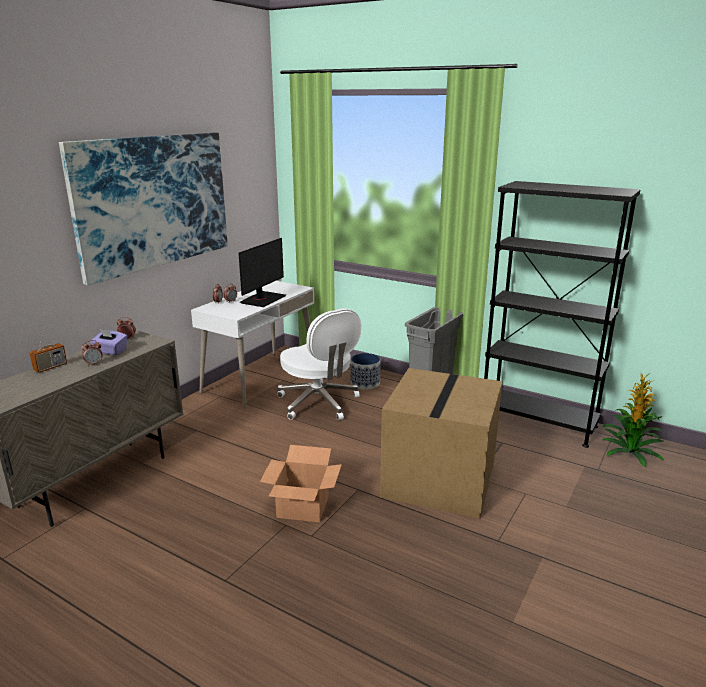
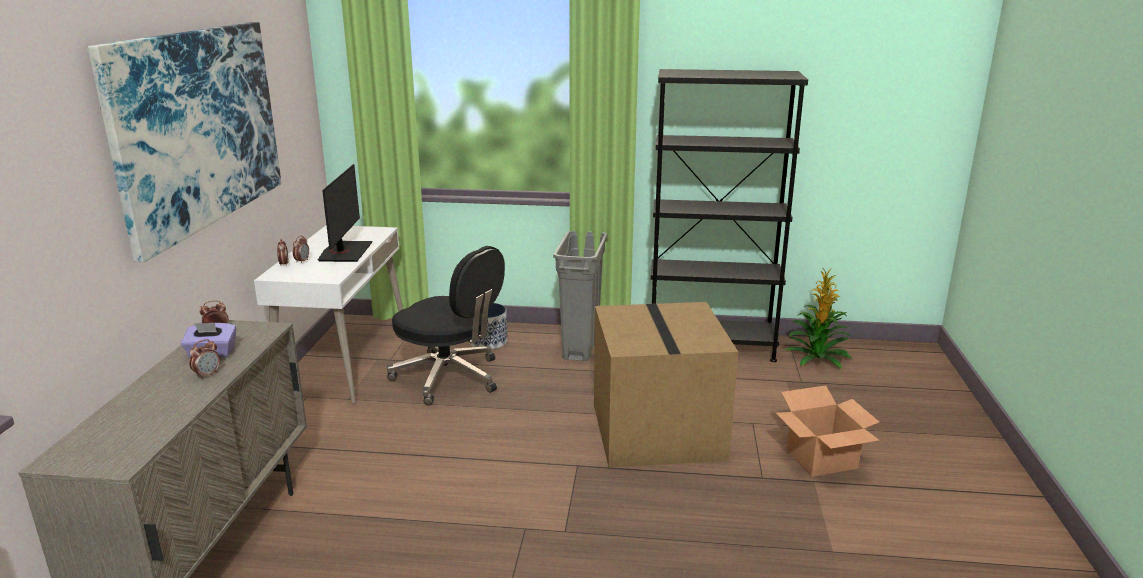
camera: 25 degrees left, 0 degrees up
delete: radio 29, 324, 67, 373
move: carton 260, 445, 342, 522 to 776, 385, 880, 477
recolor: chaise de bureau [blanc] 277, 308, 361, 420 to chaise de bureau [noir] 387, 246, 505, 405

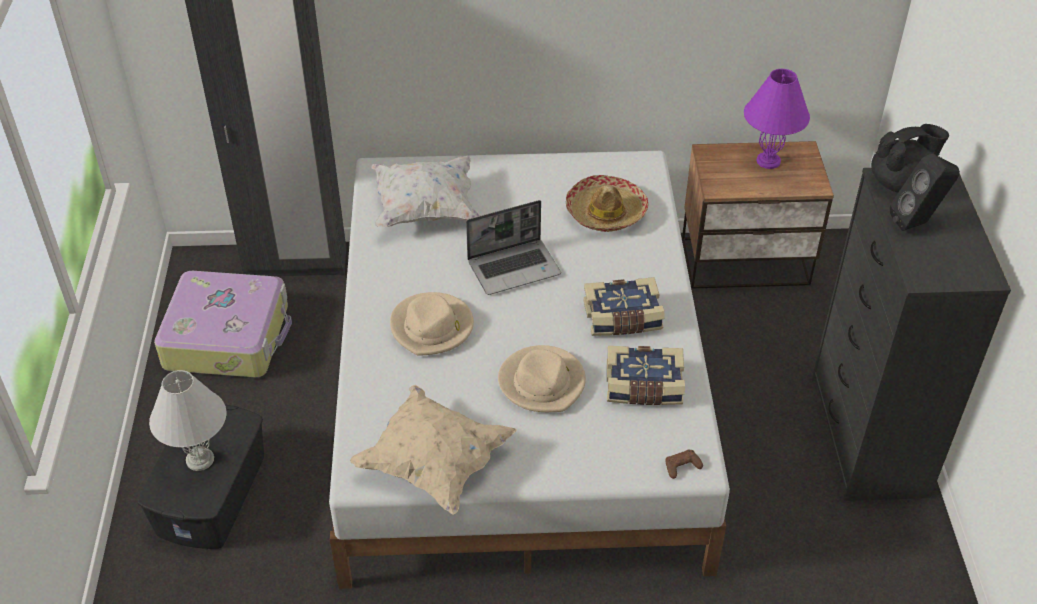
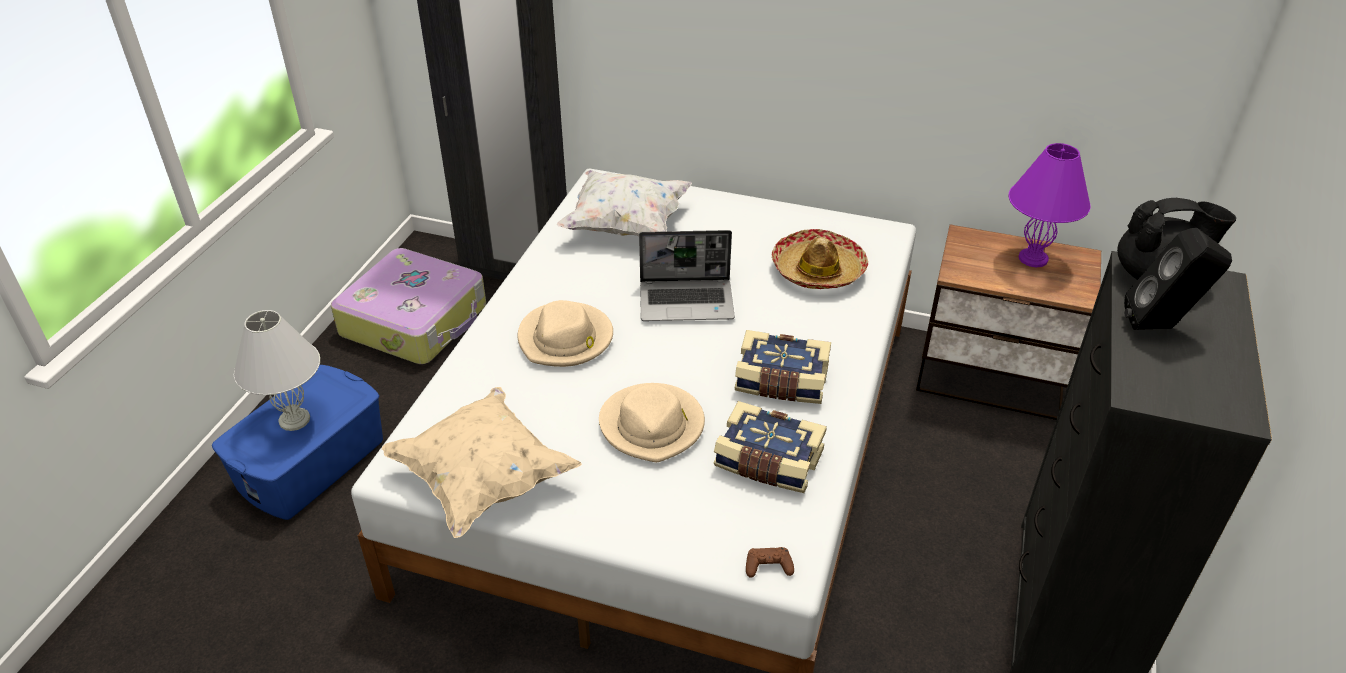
camera: 20 degrees right, 5 degrees down
recolor: boîte de rangement [noir] 137, 404, 264, 549 to boîte de rangement [bleu] 212, 365, 383, 520

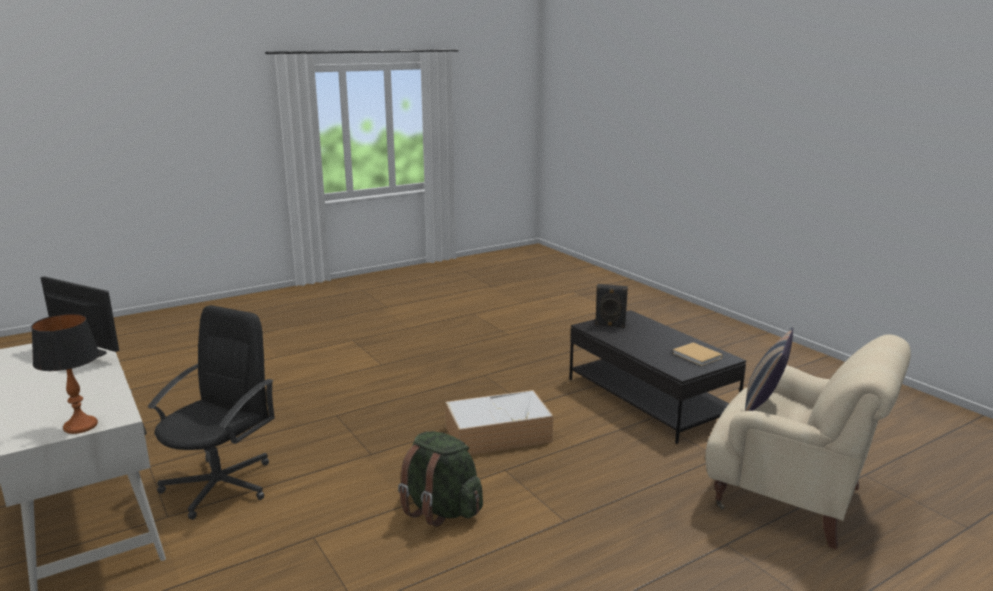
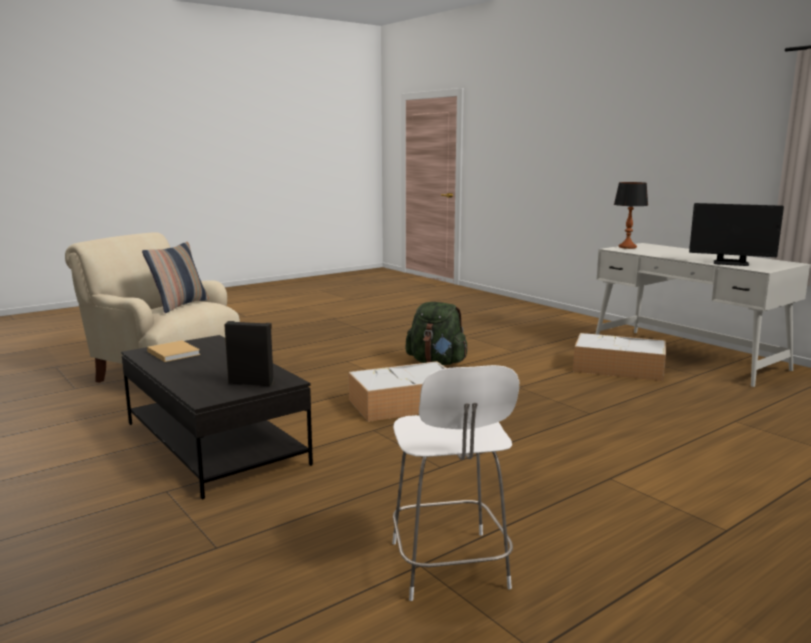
camera: 175 degrees right, 5 degrees down
insert: chaise [blanc] 392, 365, 519, 601
replace: chaise de bureau [noir] 148, 305, 275, 520 to boîte de rangement 573, 333, 666, 381

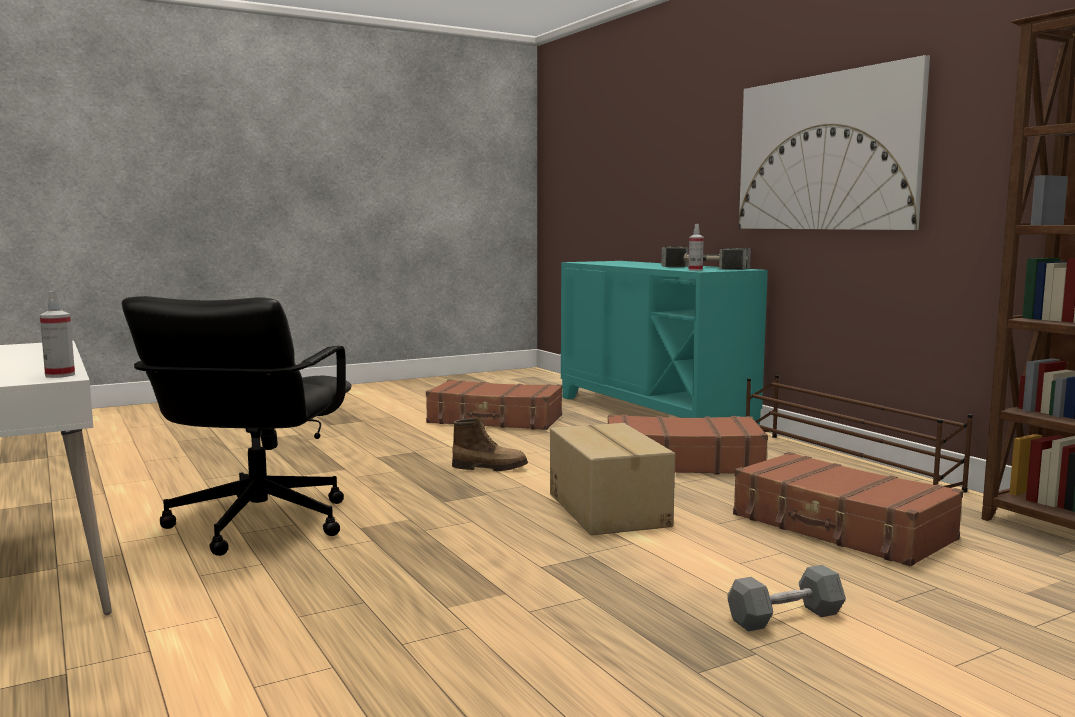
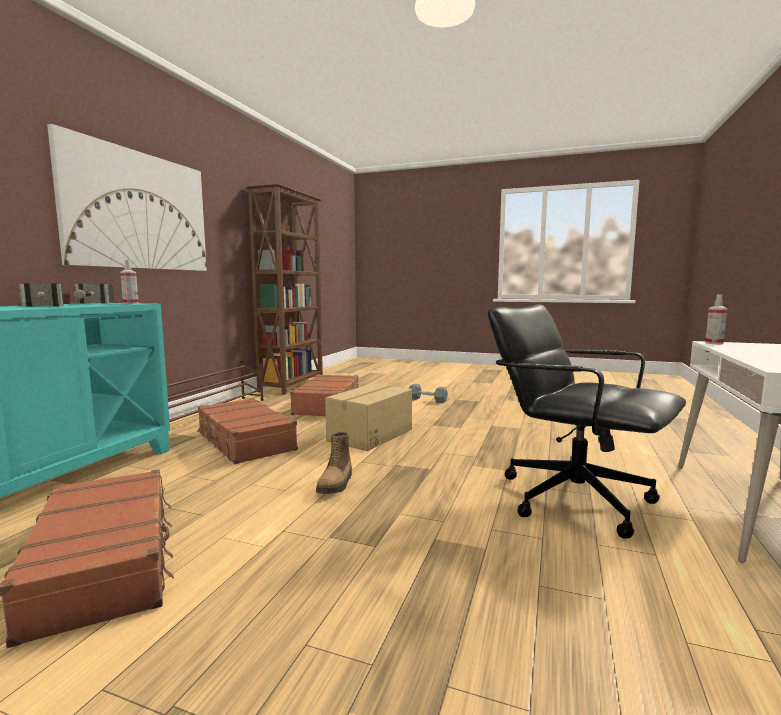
camera: 130 degrees left, 0 degrees up
rotate: chaise de bureau [noir] 122, 296, 352, 556 = 488, 304, 686, 539 105 degrees counterclockwise; botte 452, 417, 528, 471 = 316, 432, 352, 494 135 degrees counterclockwise

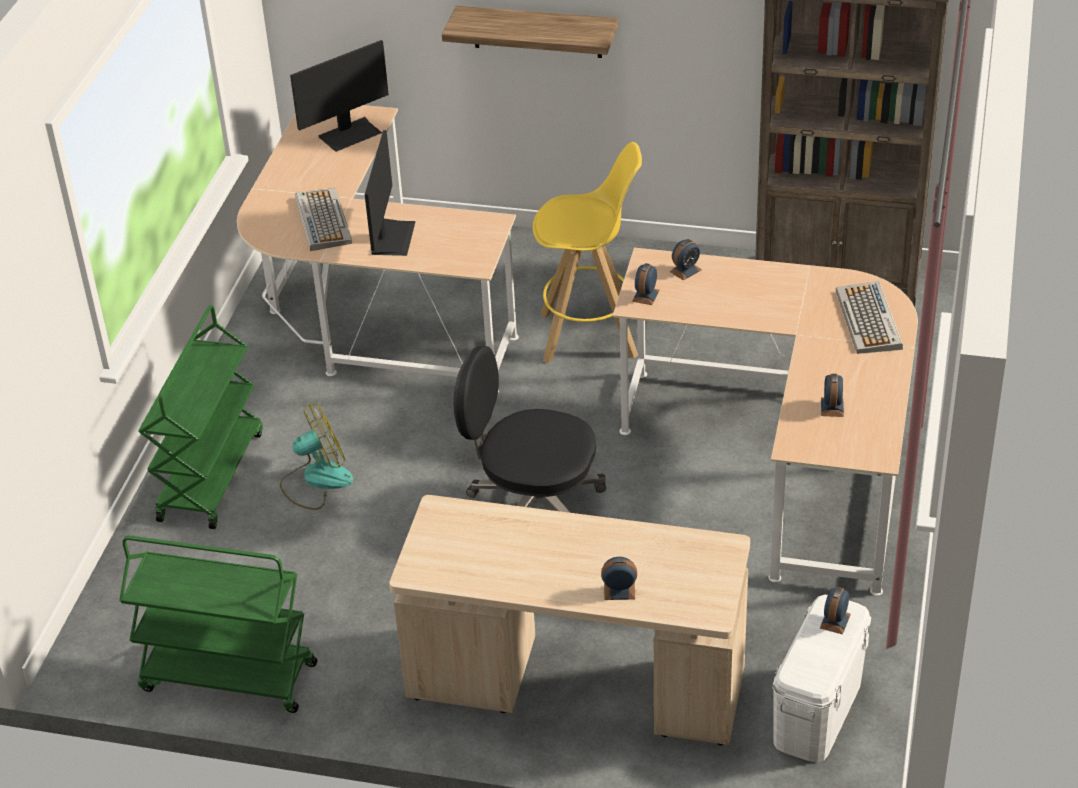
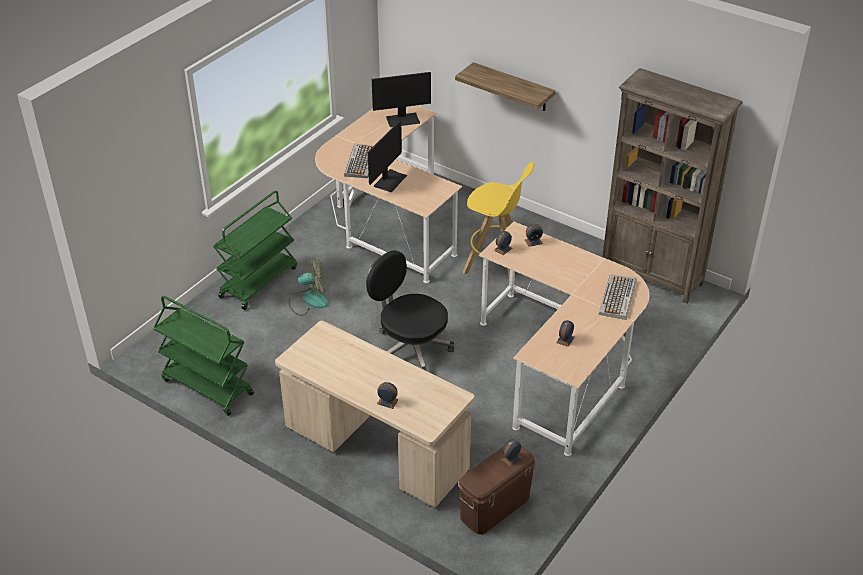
camera: 20 degrees right, 0 degrees up
recolor: boîte de rangement [blanc] 772, 594, 871, 763 to boîte de rangement [marron] 458, 446, 535, 534

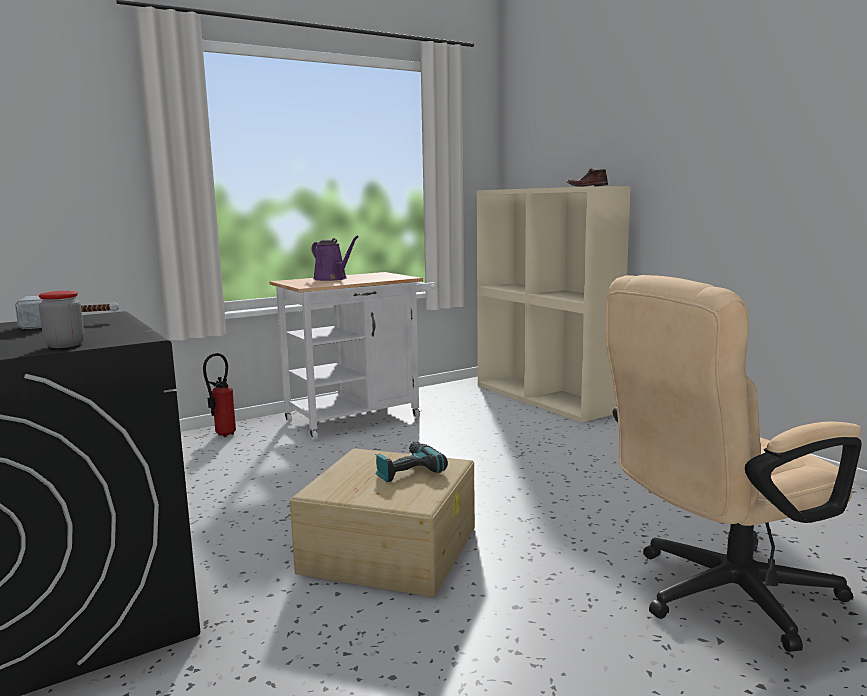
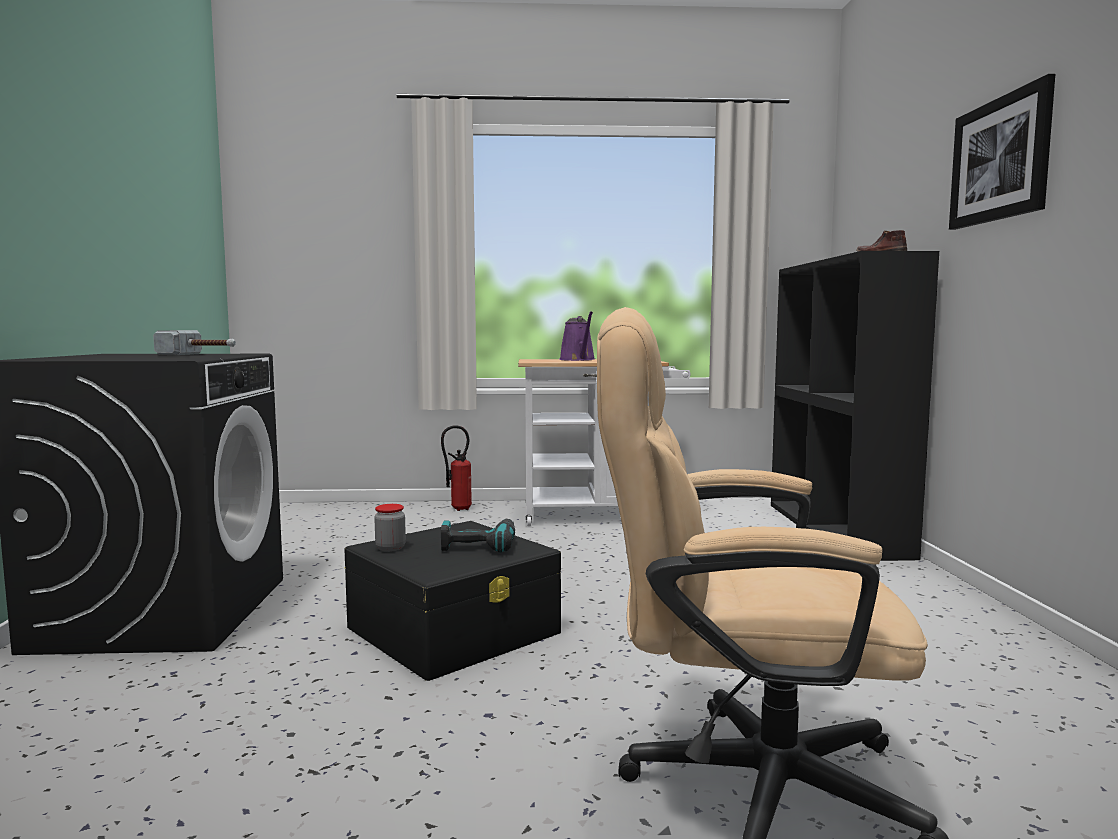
camera: 30 degrees right, 5 degrees down
insert: tableau 949, 74, 1055, 230
move: bocal 39, 291, 84, 348 to 374, 504, 406, 552
recolor: boîte de rangement [beige] 289, 448, 475, 597 to boîte de rangement [noir] 344, 521, 561, 681; bibliothèque [beige] 477, 186, 630, 422 to bibliothèque [noir] 771, 251, 939, 561

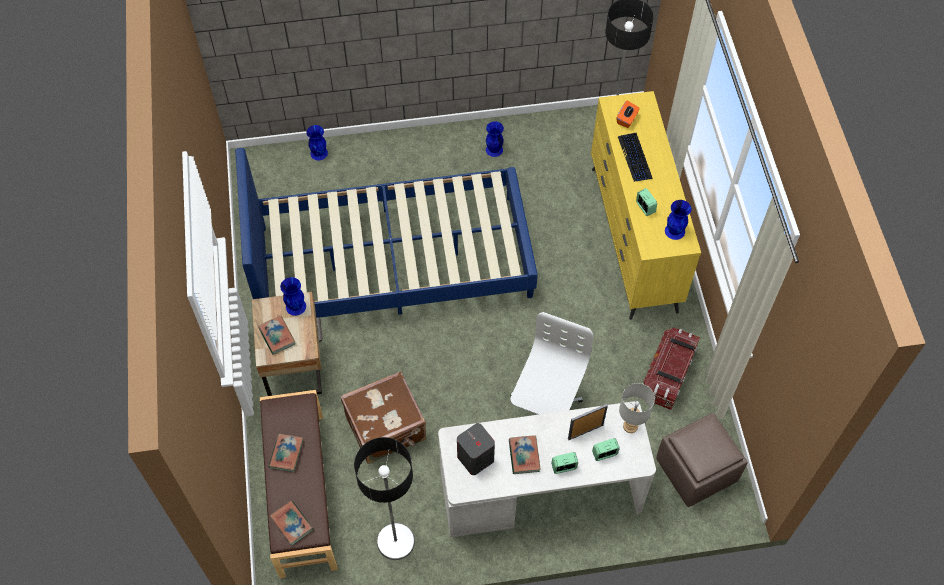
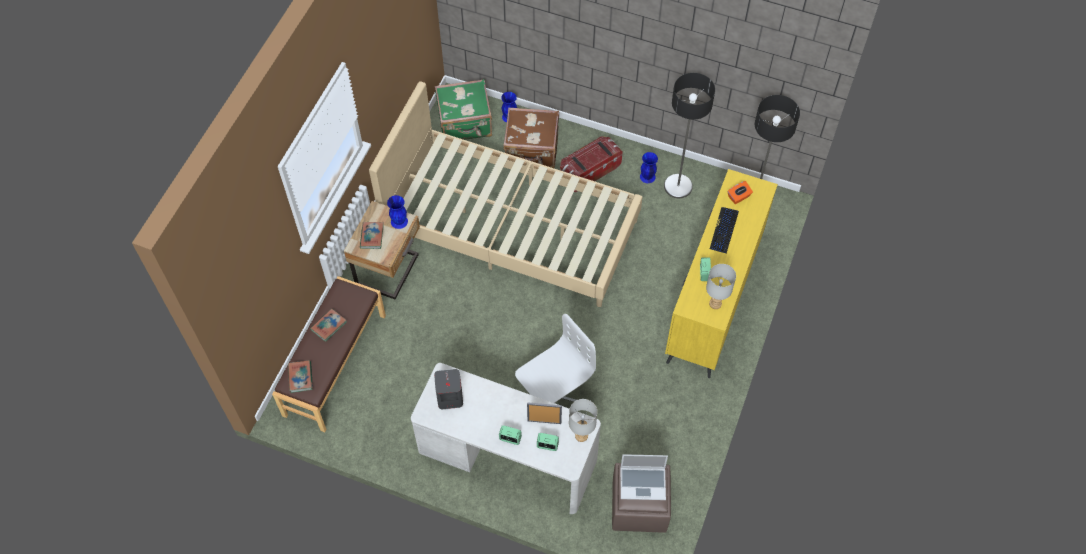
camera: 30 degrees right, 0 degrees up
delete: livre 509, 435, 541, 474
insert: valise [vert] 435, 79, 492, 140; ordinateur portable 620, 454, 668, 500
move: valise [marron] 340, 371, 426, 464 to 503, 108, 559, 169; lampadaire 354, 437, 415, 560 to 664, 73, 715, 198; boîte de rangement 644, 328, 700, 410 to 560, 136, 623, 192
replace: vase [bleu] 665, 200, 691, 240 to lampe de table [gris] 706, 264, 736, 309
recolor: lit [bleu] 235, 148, 538, 318 to lit [beige] 369, 81, 643, 307

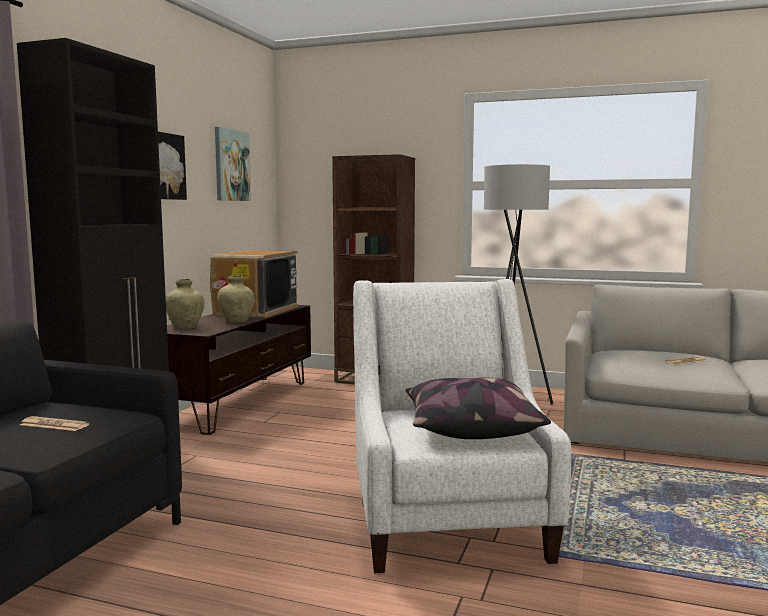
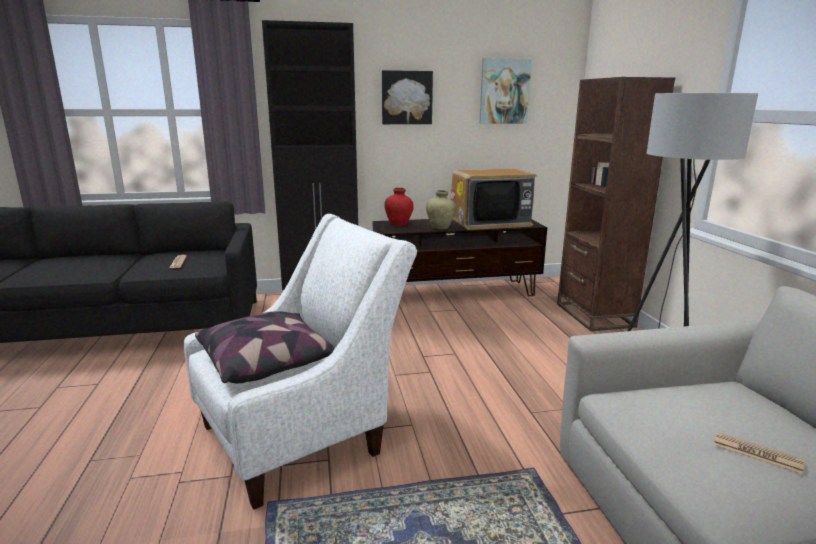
camera: 60 degrees right, 10 degrees up
recolor: vase [beige] 166, 279, 204, 329 to vase [rouge] 384, 188, 414, 226

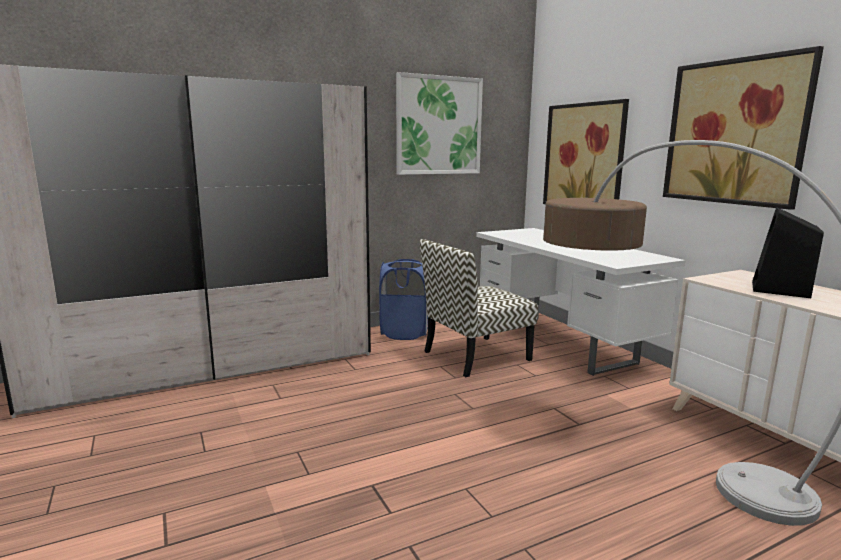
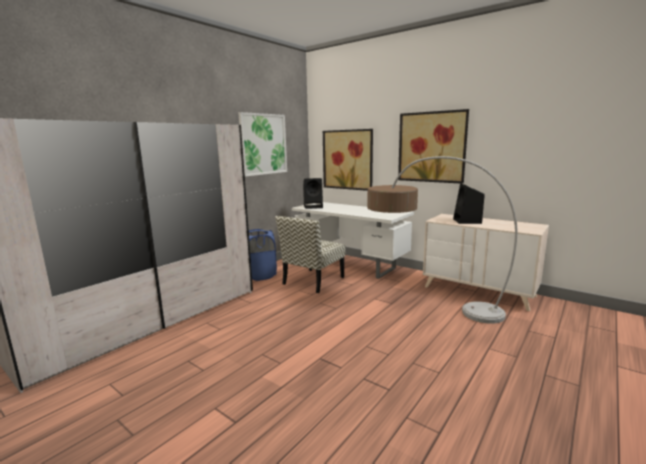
camera: 25 degrees left, 0 degrees up
insert: enceinte [noir] 303, 178, 323, 209

